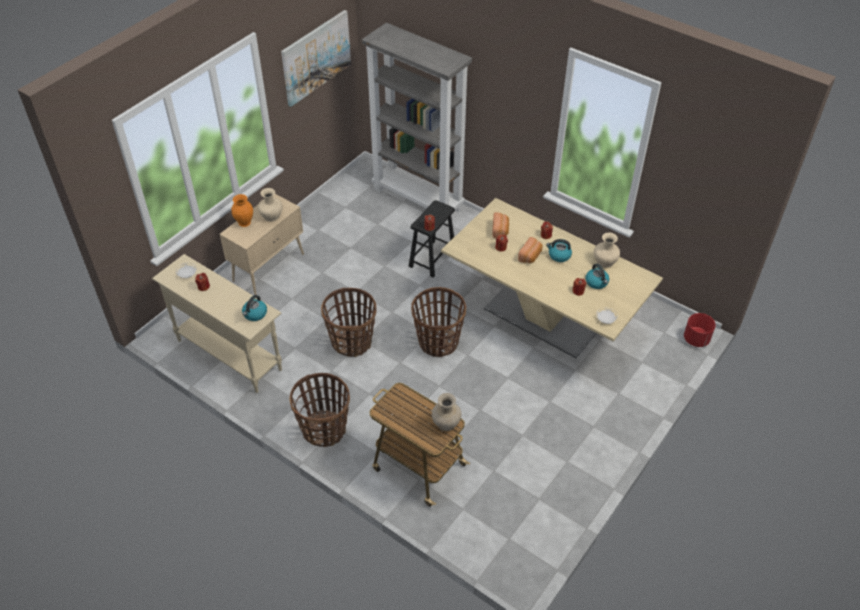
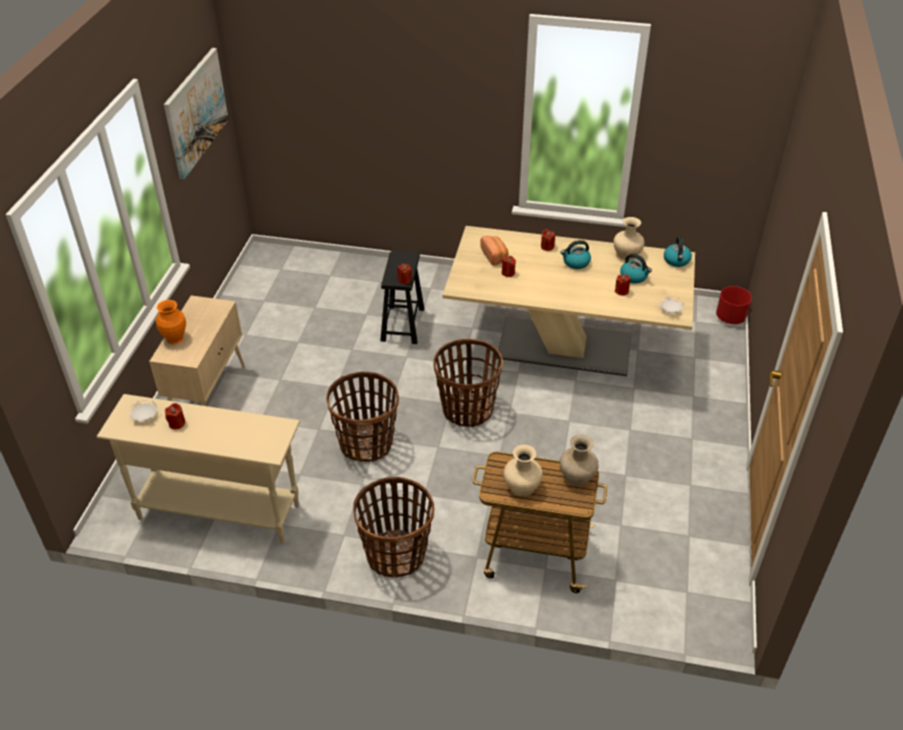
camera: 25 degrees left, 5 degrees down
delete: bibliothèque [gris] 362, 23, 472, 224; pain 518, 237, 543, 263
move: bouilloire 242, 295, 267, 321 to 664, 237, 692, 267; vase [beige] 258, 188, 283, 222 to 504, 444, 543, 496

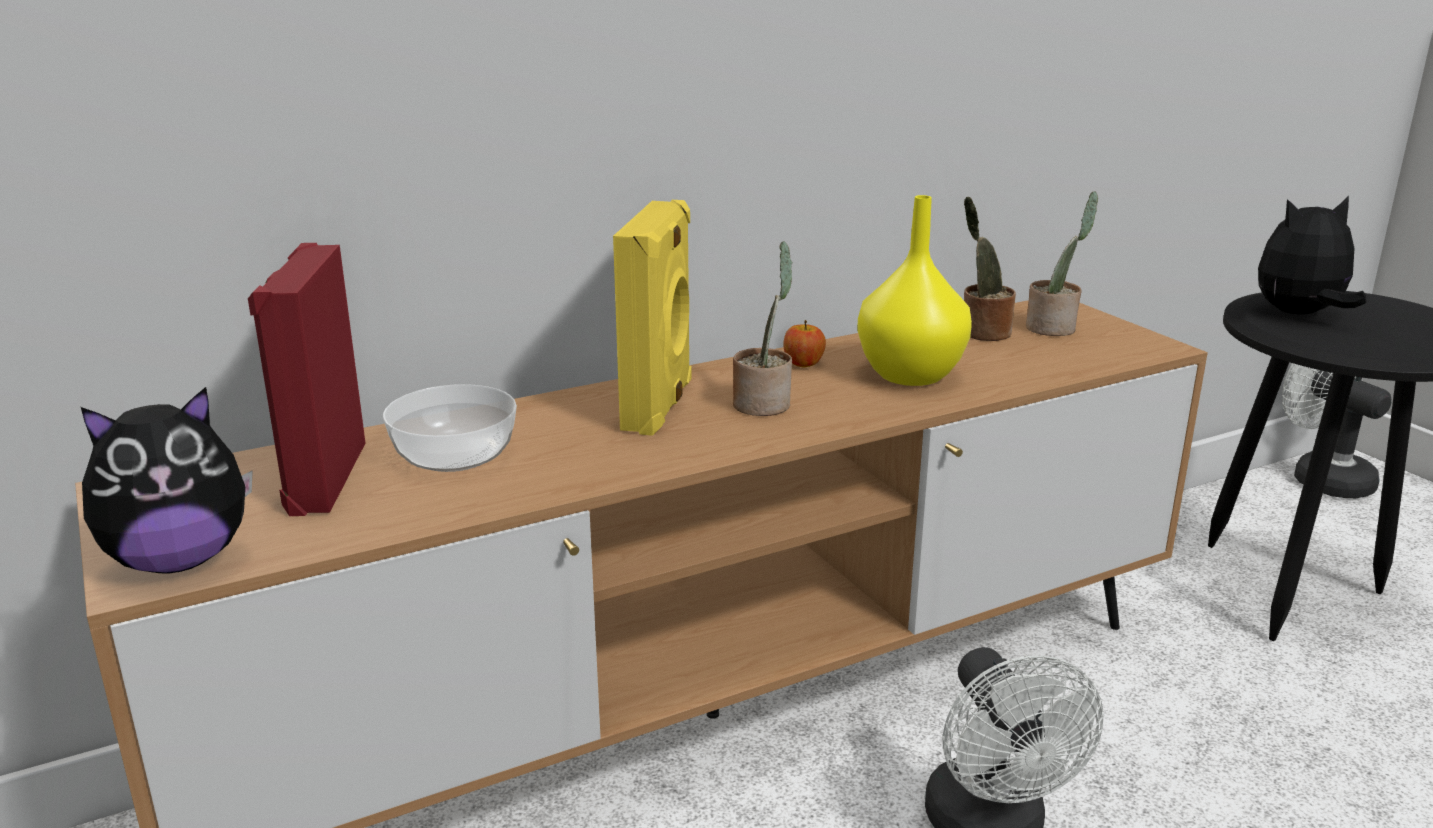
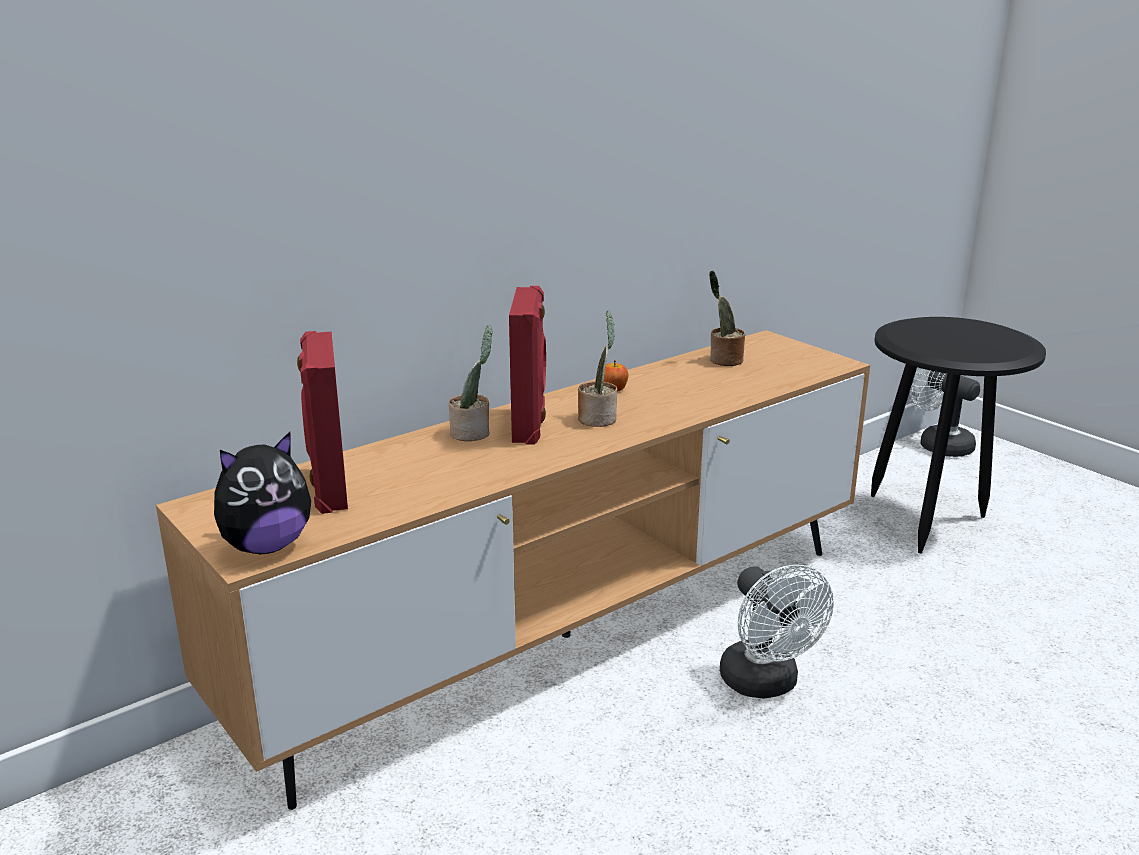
camera: 10 degrees left, 0 degrees up
delete: bol 383, 384, 517, 472; vase [jaune] 857, 195, 972, 386; peluche 1258, 196, 1367, 314
move: plante en pot 1026, 192, 1098, 336 to 449, 325, 492, 441
recolor: enceinte [jaune] 613, 200, 692, 436 to enceinte [rouge] 509, 286, 546, 445

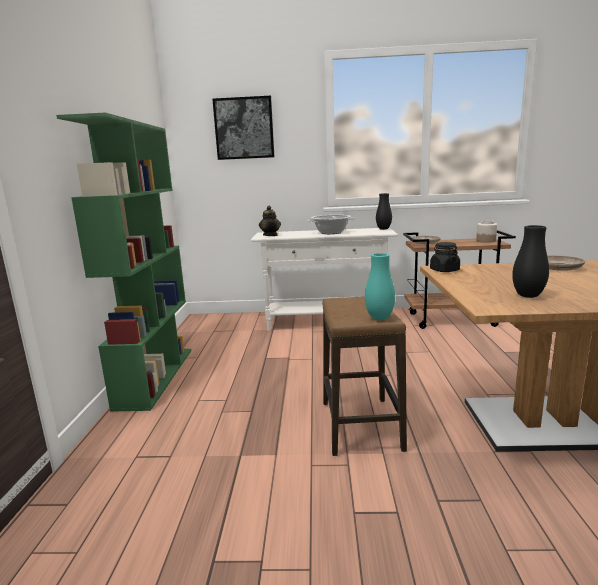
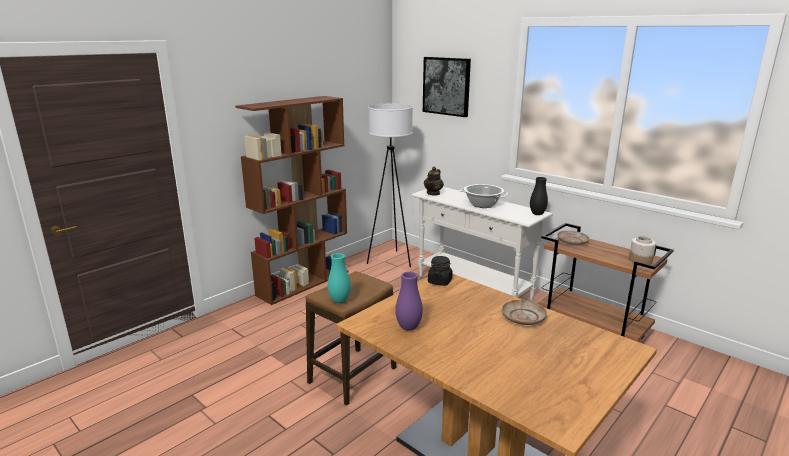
camera: 40 degrees right, 5 degrees up
insert: lampadaire [blanc] 367, 104, 413, 267
recolor: bibliothèque [vert] 56, 112, 192, 412 to bibliothèque [marron] 235, 96, 349, 305; vase [noir] 512, 225, 549, 298 to vase [violet] 395, 272, 423, 331

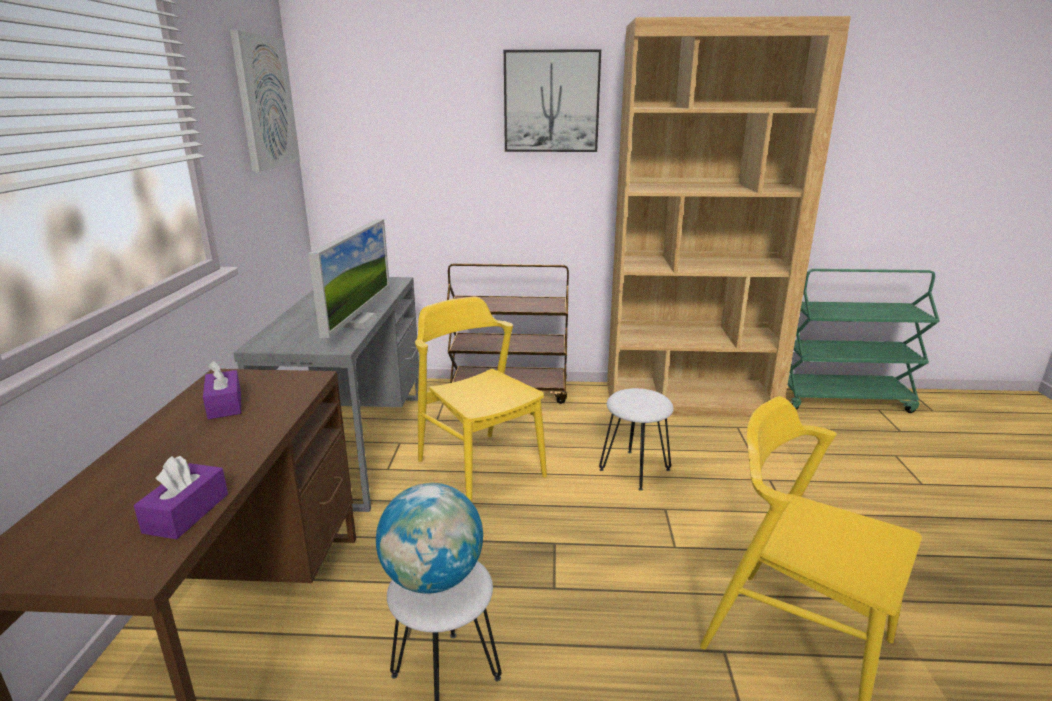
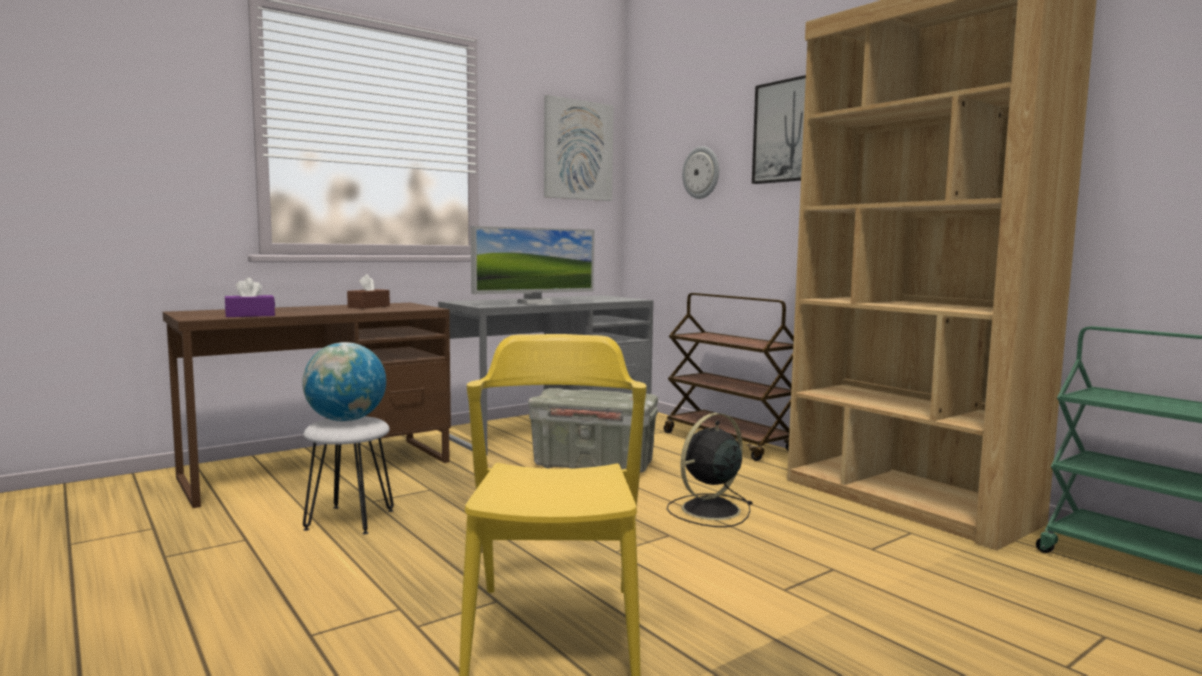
camera: 50 degrees right, 15 degrees down
insert: horloge murale 682, 146, 719, 199
replace: chaise [jaune] 415, 297, 547, 502 to boîte de rangement [gris] 528, 388, 658, 473; tabouret [blanc] 599, 388, 674, 491 to ventilateur [noir] 667, 413, 752, 527
recolor: boîte à mouchoirs [violet] 203, 361, 241, 419 to boîte à mouchoirs [marron] 347, 274, 390, 309

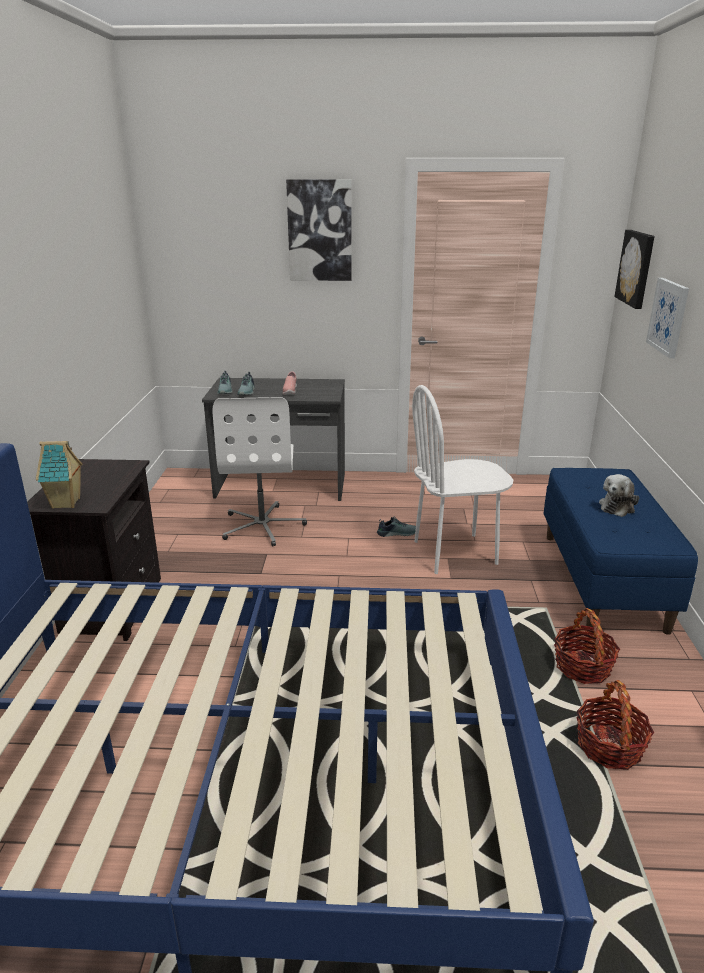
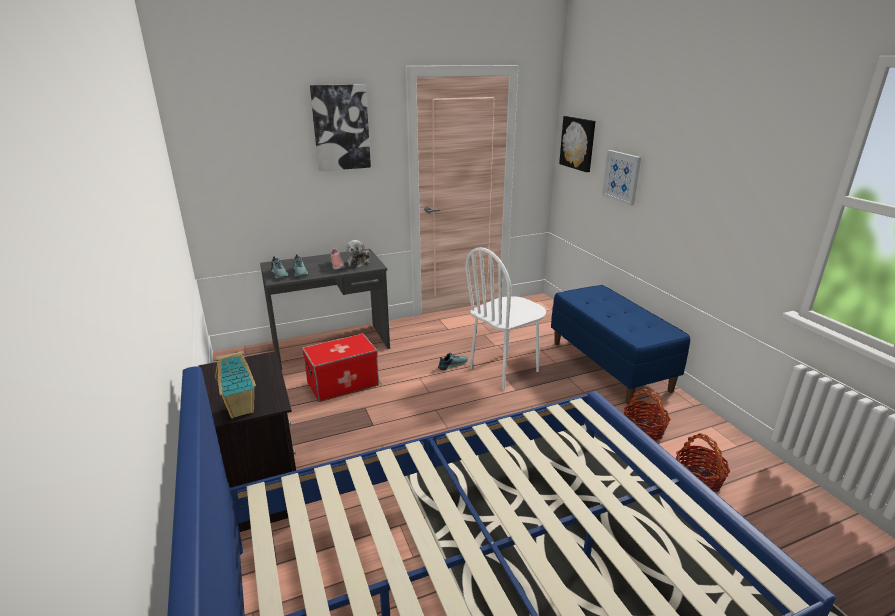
camera: 25 degrees left, 0 degrees up
move: peluche 599, 474, 639, 517 to 346, 240, 370, 268
replace: chaise de bureau [blanc] 212, 397, 307, 546 to boîte de rangement 302, 333, 379, 402

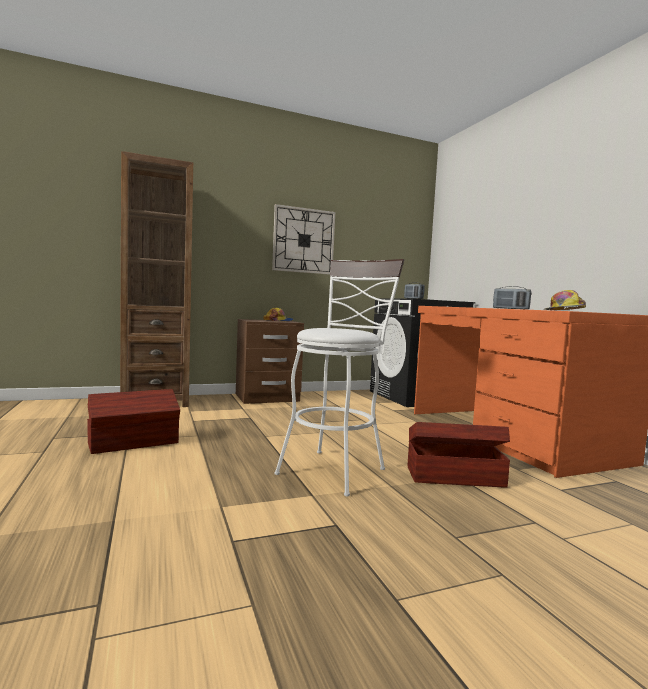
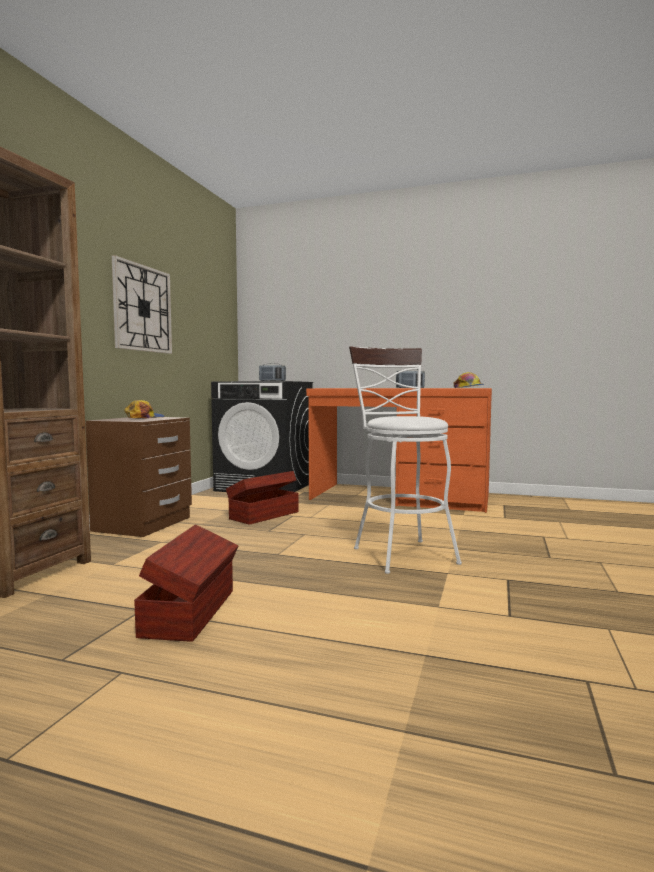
camera: 50 degrees left, 0 degrees up
move: boîte de rangement [marron] 408, 422, 510, 488 to 226, 471, 299, 525

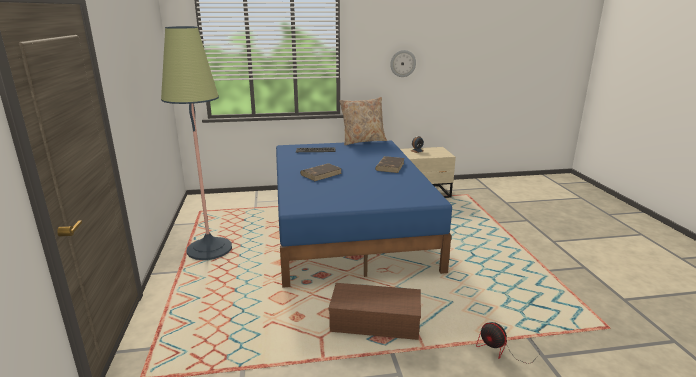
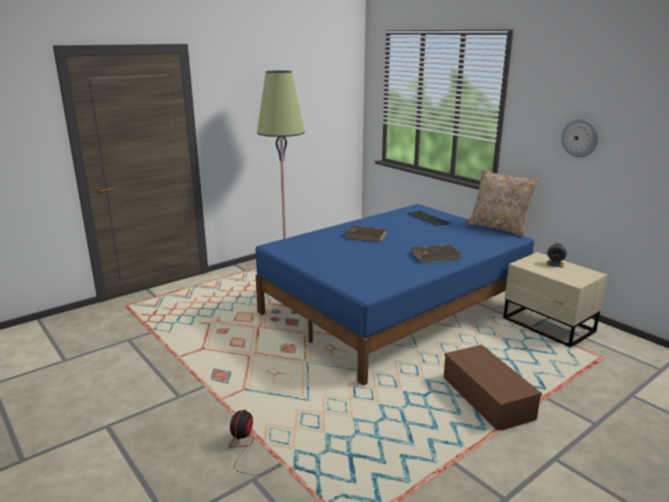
camera: 60 degrees right, 0 degrees up
move: boîte de rangement [marron] 328, 283, 421, 340 to 443, 345, 542, 431

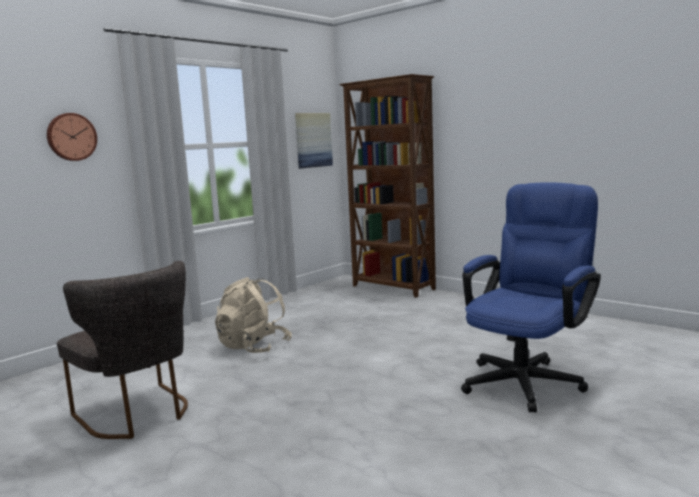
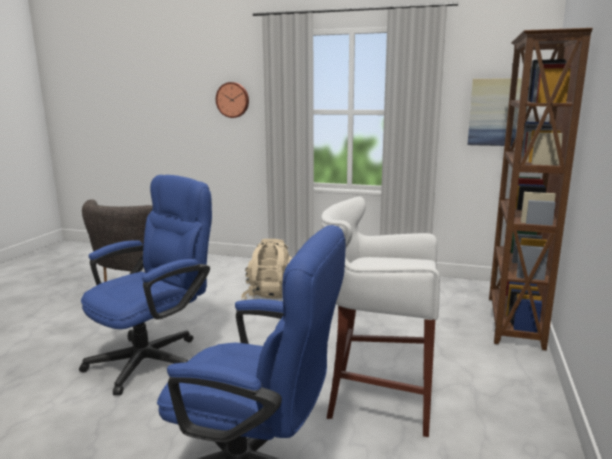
camera: 65 degrees right, 5 degrees up
insert: chaise de bureau [bleu] 79, 175, 212, 395; tabouret [blanc] 321, 197, 440, 437

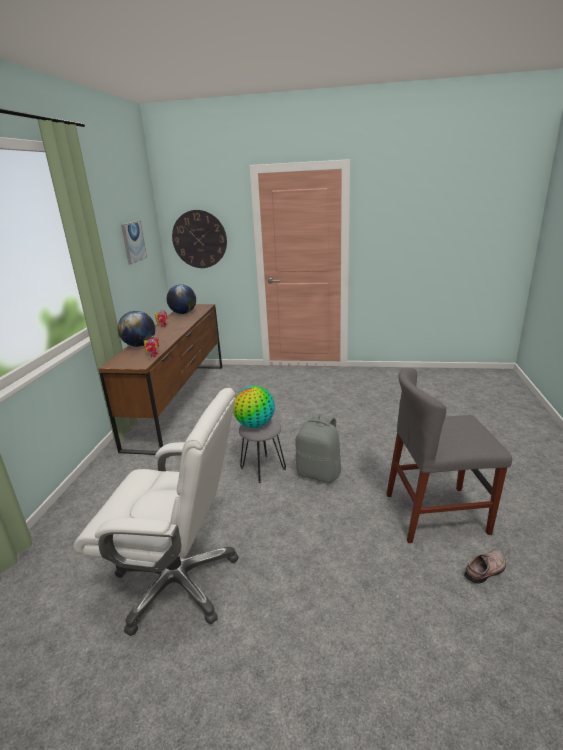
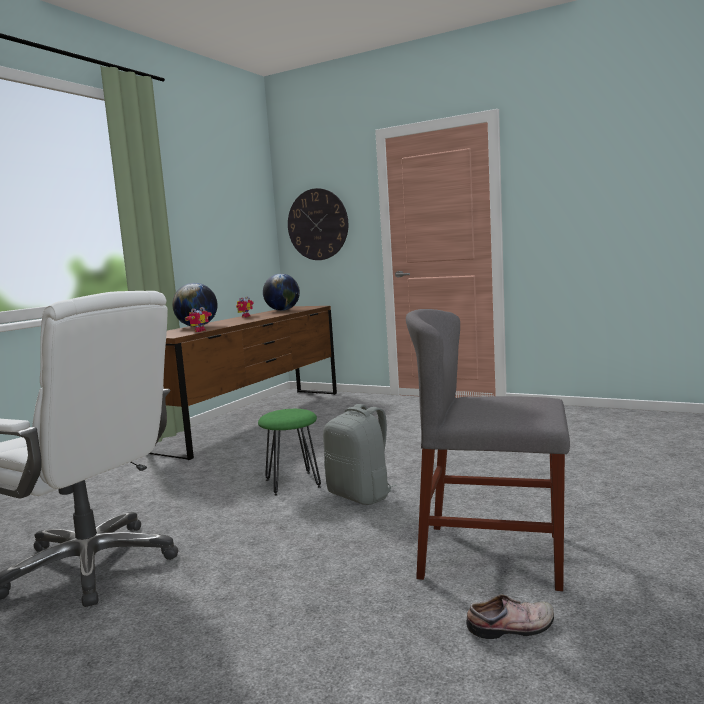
camera: 20 degrees right, 15 degrees down
delete: tableau 121, 221, 147, 264; globe 233, 386, 275, 428
recolor: tabouret [gris] 239, 418, 286, 483 to tabouret [vert] 258, 409, 321, 496

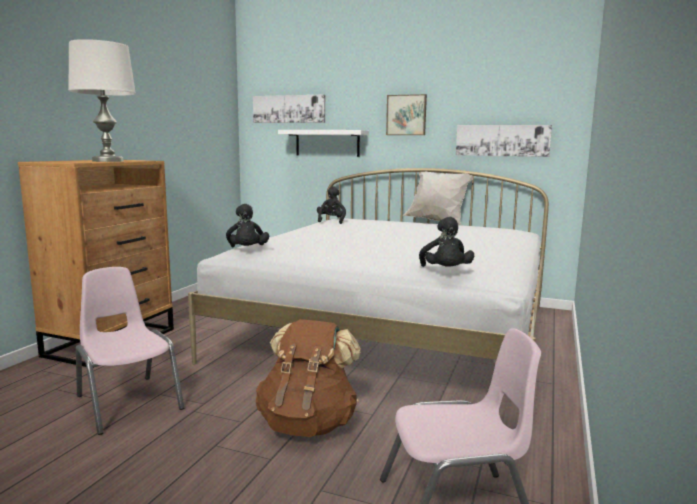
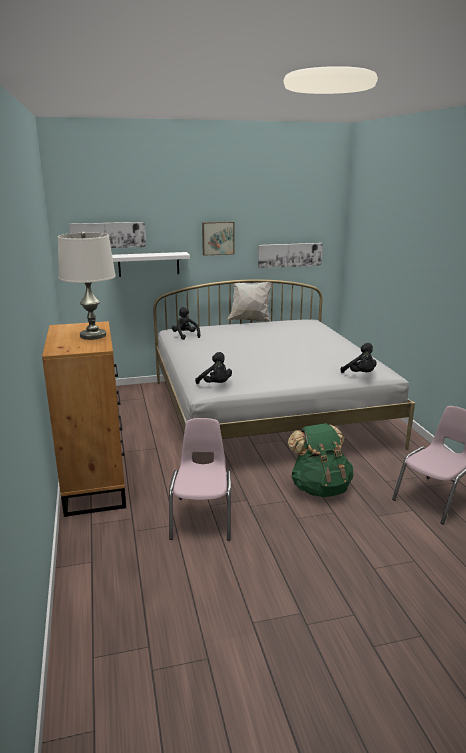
camera: 35 degrees left, 10 degrees up
recolor: sac à dos [marron] 256, 319, 361, 437 to sac à dos [vert] 288, 423, 354, 497
rotate: chaise [rose] 76, 267, 184, 435 = 169, 418, 231, 541 75 degrees clockwise

